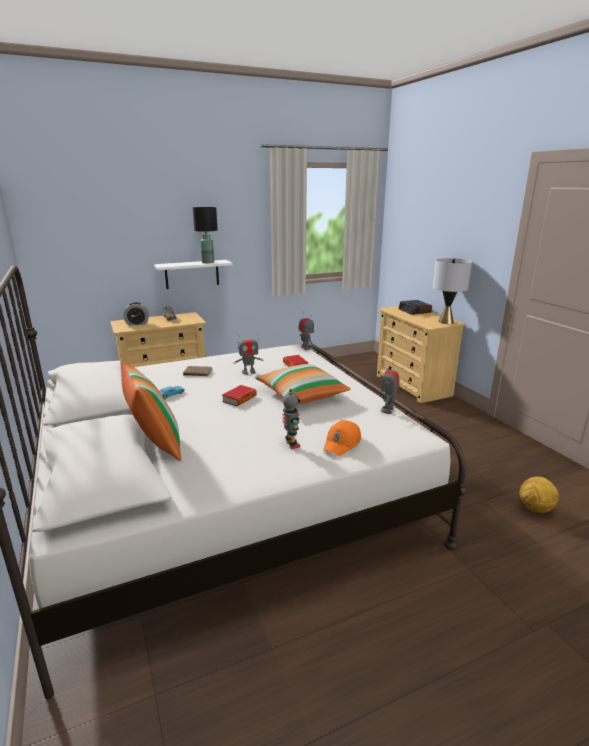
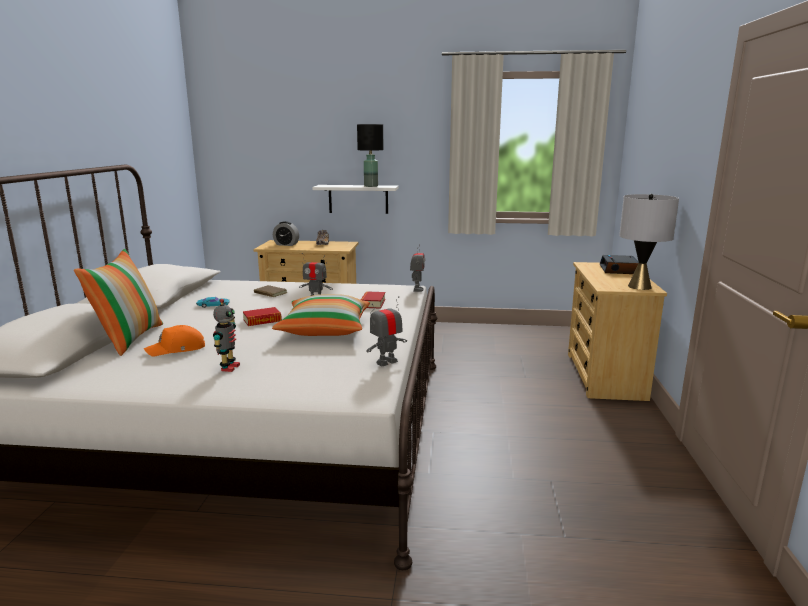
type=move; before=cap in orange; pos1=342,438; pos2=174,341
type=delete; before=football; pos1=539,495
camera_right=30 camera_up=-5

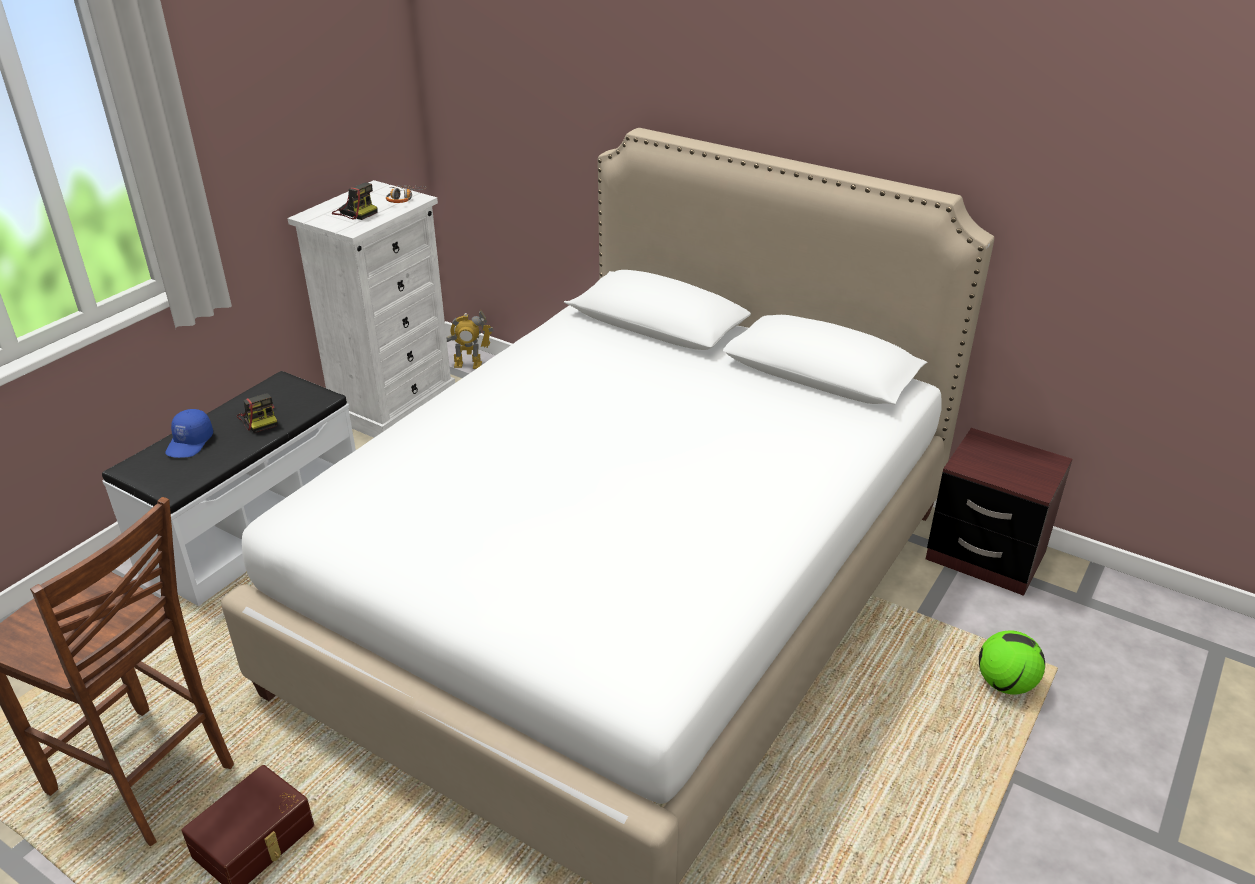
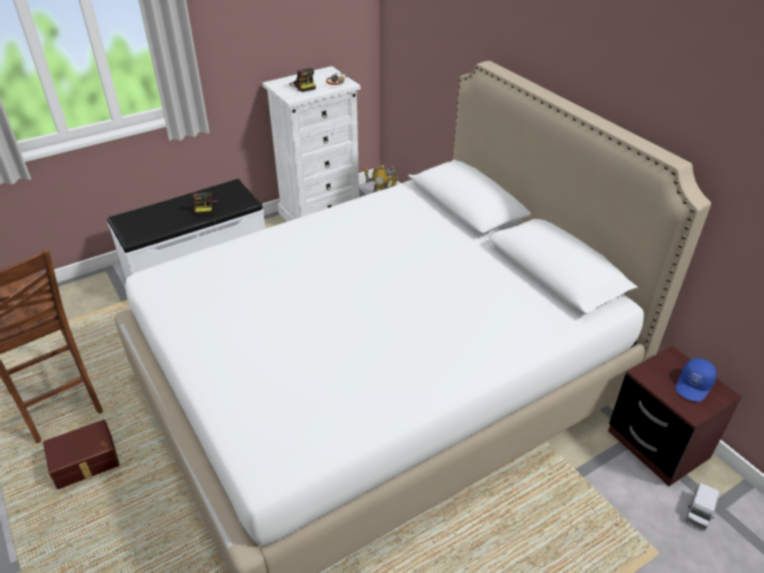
type=move; before=cap in blue; pos1=189,433; pos2=695,380
type=delete; before=football; pos1=1012,662
type=insert; after=toy truck; pos2=702,507
camera_right=25 camera_up=5

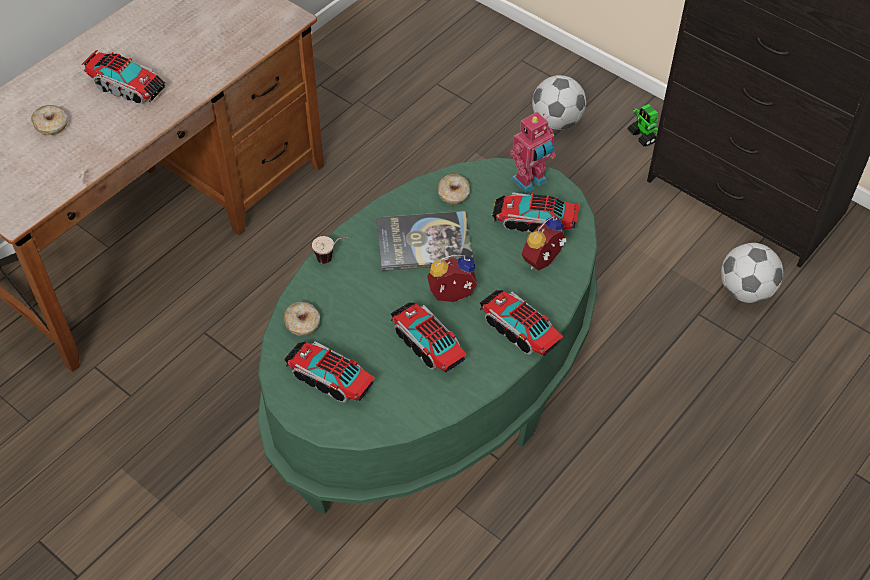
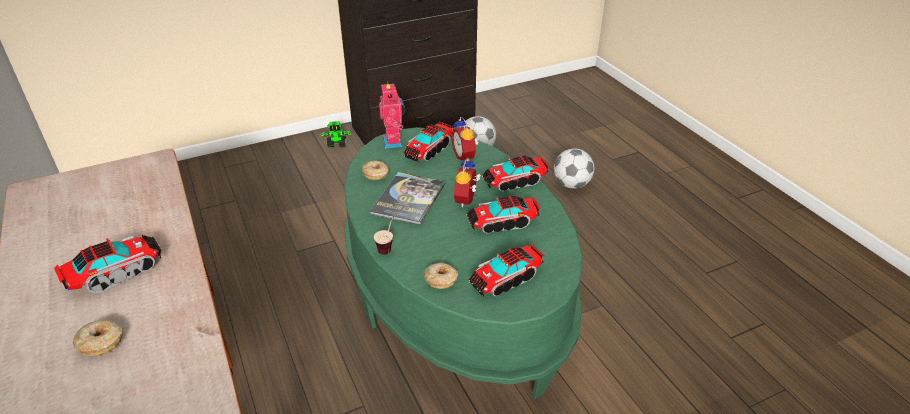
type=move; before=football; pos1=559,102; pos2=574,168
camera_right=-65 camera_up=-15

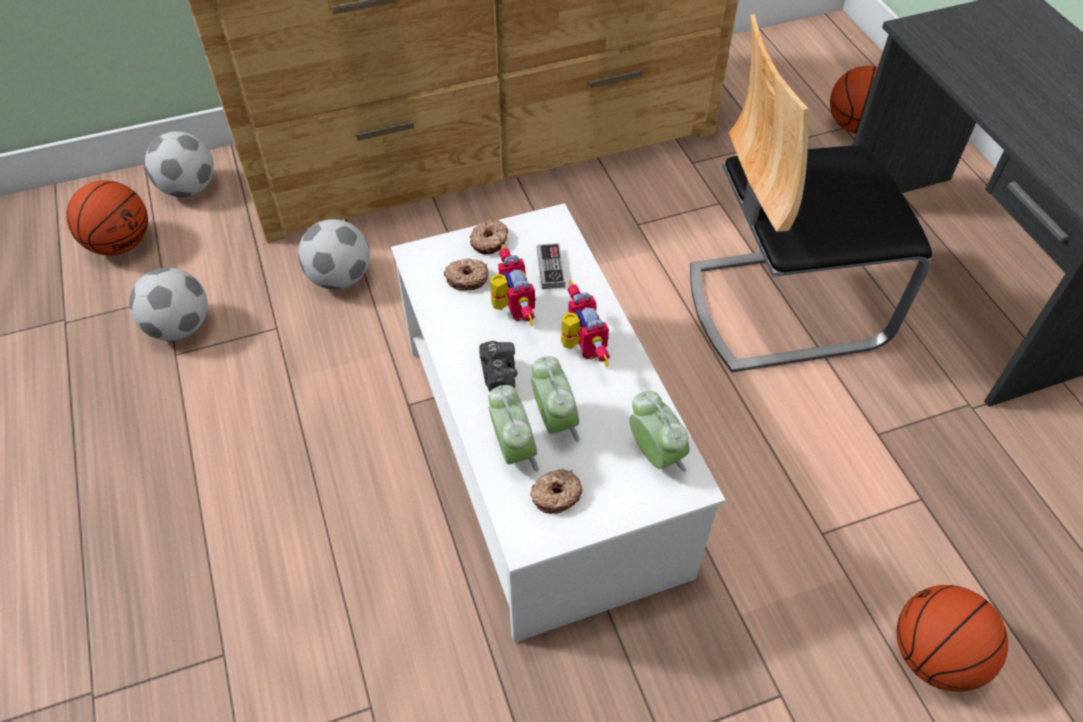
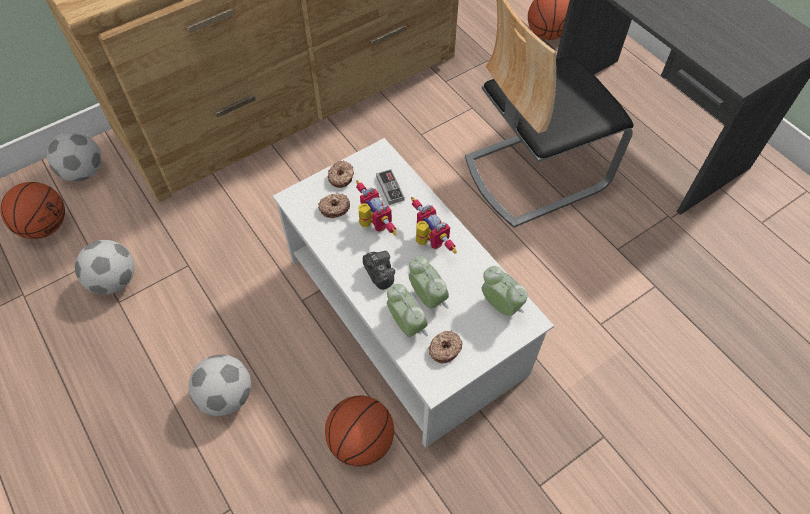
type=move; before=football; pos1=334,254; pos2=220,385
type=move; before=basketball; pos1=952,638; pos2=359,431
camera_right=-15 camera_up=5

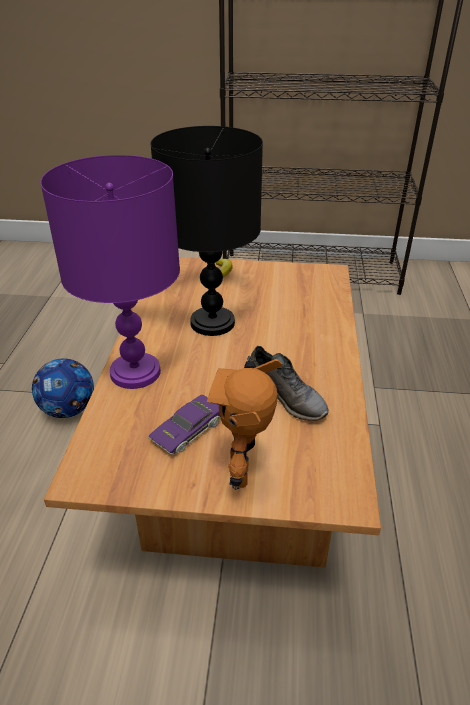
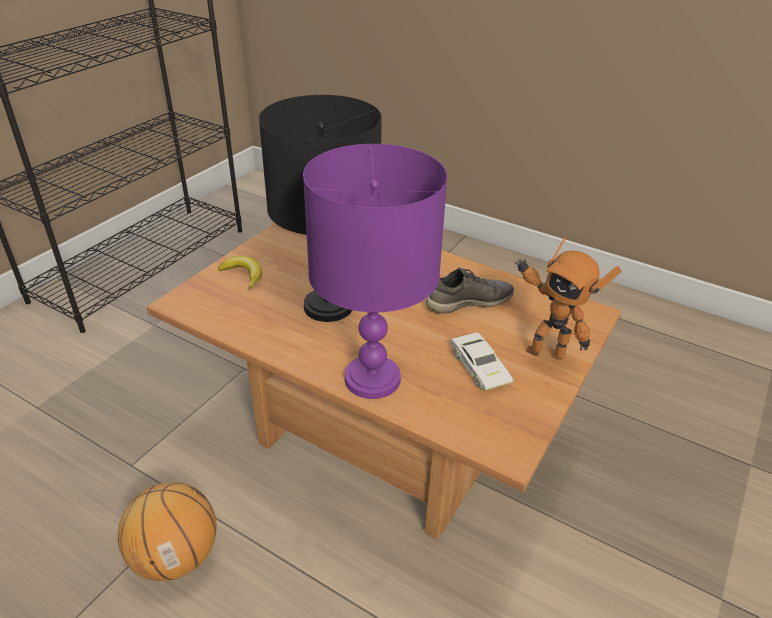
type=replace; before=football; after=basketball; pos1=63,388; pos2=167,531
type=recolor; before=toy car in purple; after=toy car in white; pos1=184,425; pos2=482,361
camera_right=-65 camera_up=0

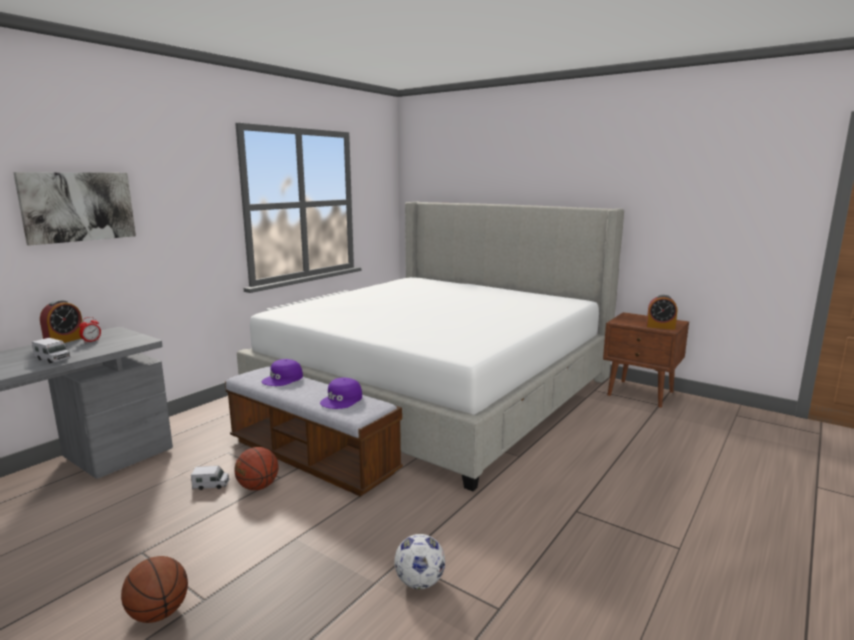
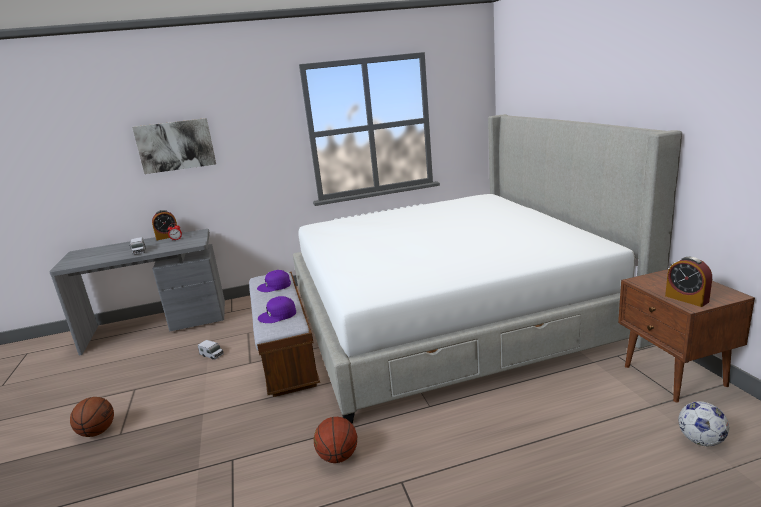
type=move; before=basketball; pos1=256,468; pos2=335,440
type=move; before=football; pos1=419,561; pos2=703,423
camera_right=40 camera_up=5

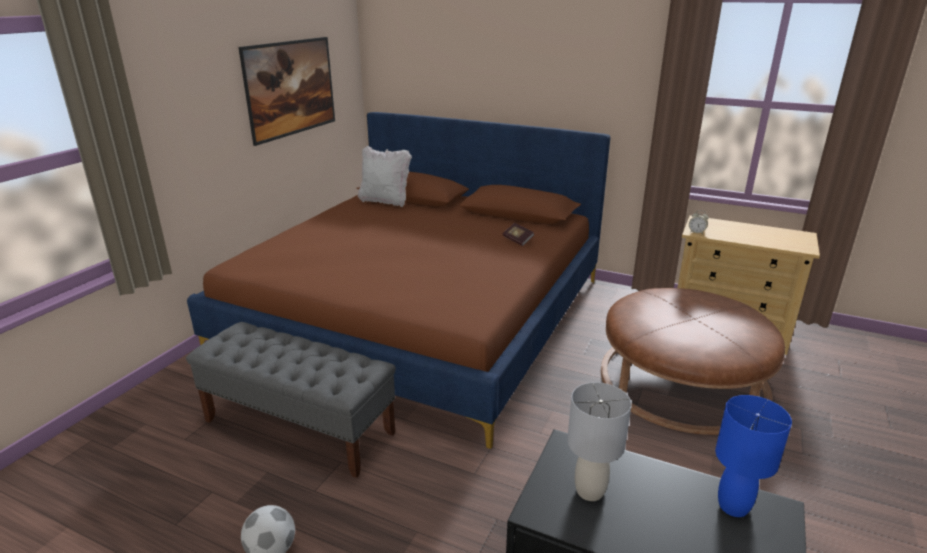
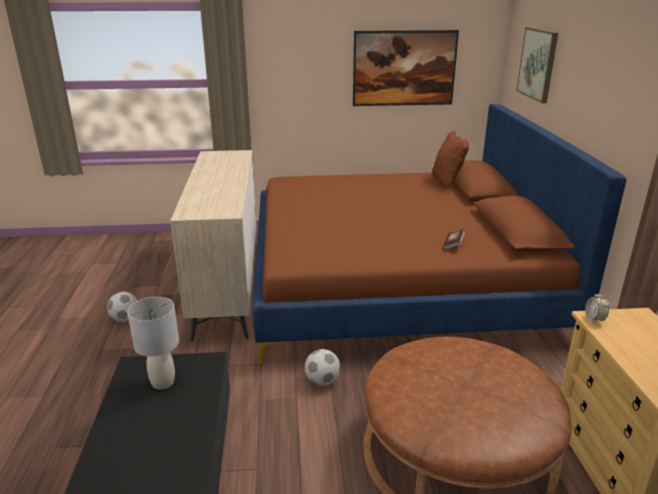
type=replace; before=bench in grey; after=dresser in beige; pos1=291,400; pos2=213,246
type=recolor; before=pillow in white; after=pillow in brown; pos1=385,176; pos2=450,159
type=delete; before=table lamp in blue; pos1=753,456
type=insert; after=football; pos2=322,367
type=insert; after=picture; pos2=537,65
camera_right=60 camera_up=0

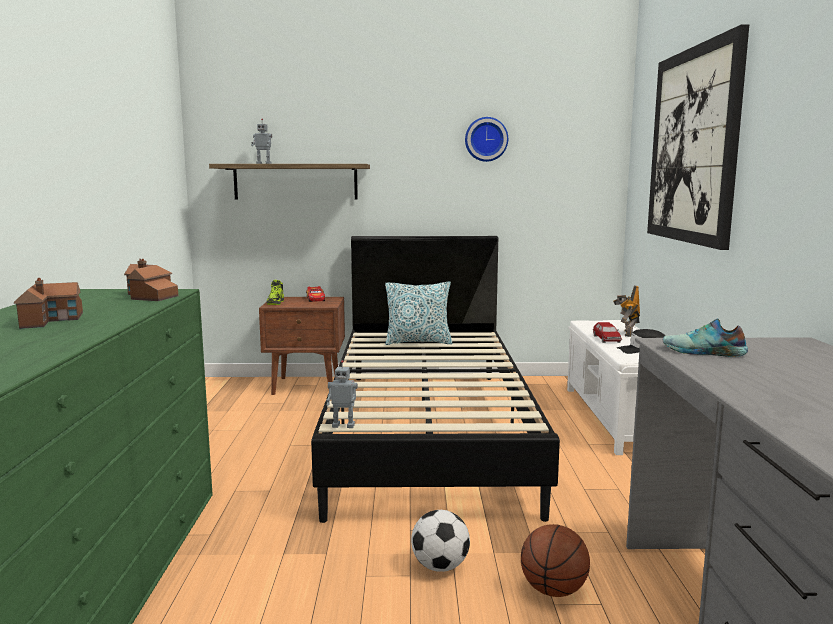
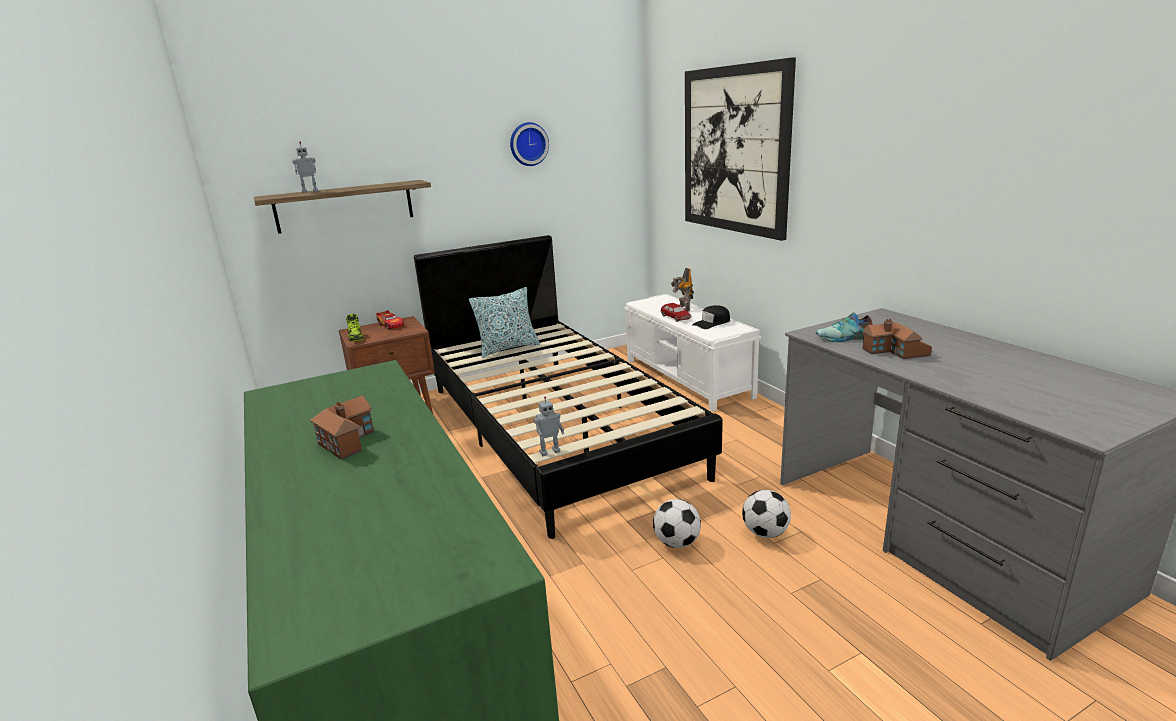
type=move; before=toy house; pos1=151,280; pos2=897,339
type=replace; before=basketball; after=football; pos1=555,560; pos2=766,514
camera_right=-25 camera_up=10

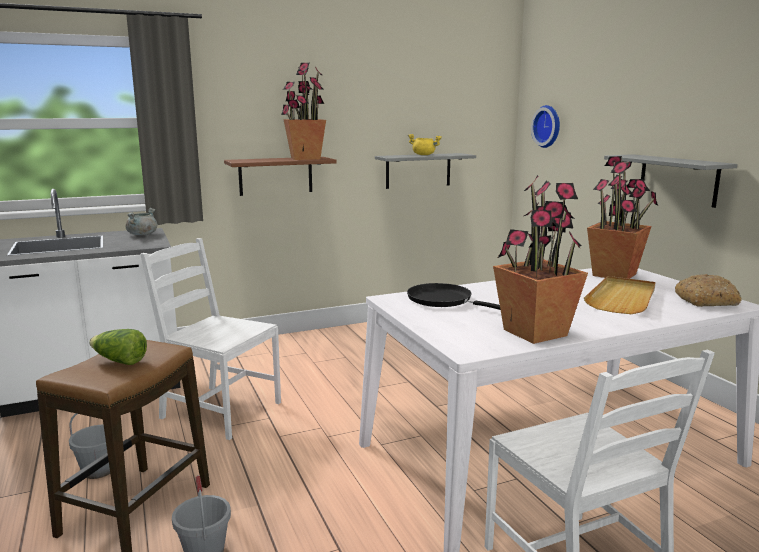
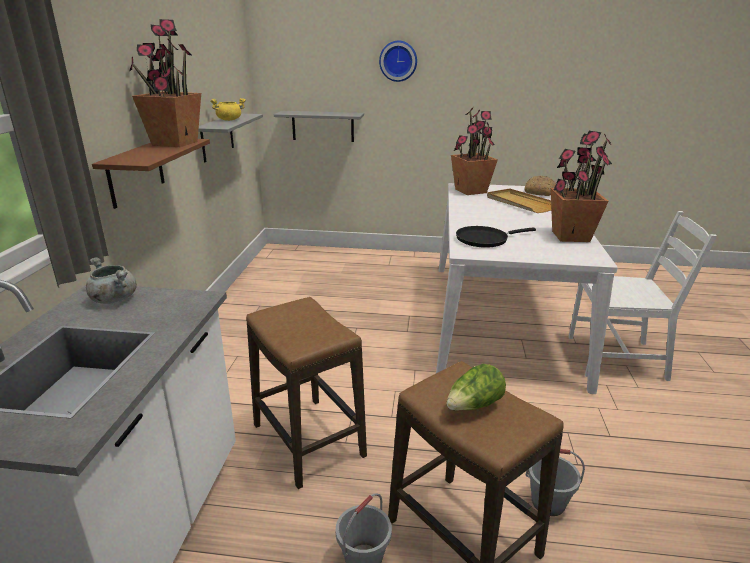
type=replace; before=chair in white; after=stool; pos1=210,339; pos2=306,393
type=move; before=wall clock; pos1=545,126; pos2=398,61
type=move; before=shelf in grey; pos1=671,181; pos2=319,126
camera_right=-60 camera_up=10

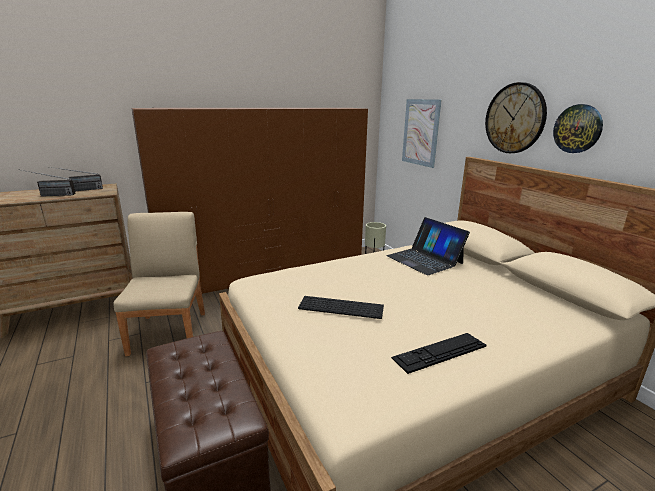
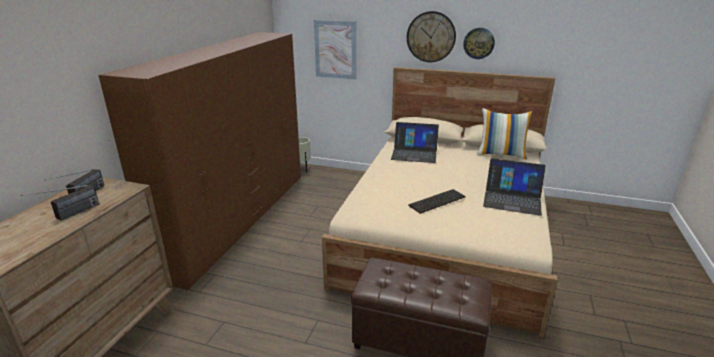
type=delete; before=chair in beige; pos1=159,284
type=replace; before=keyboard; after=laptop; pos1=438,353; pos2=514,187
type=insert; after=pillow; pos2=505,133
camera_right=-45 camera_up=5

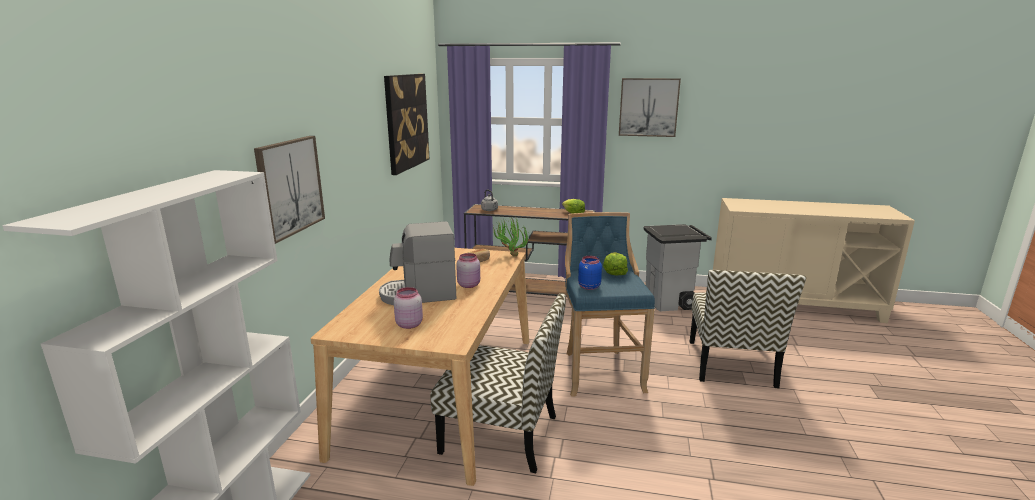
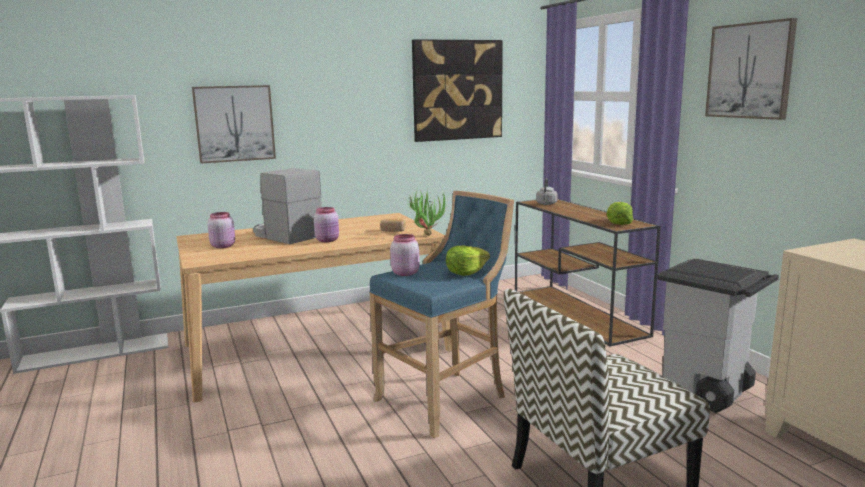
type=delete; before=chair; pos1=498,383
type=recolor; before=jar in blue; after=jar in pink; pos1=590,273; pos2=405,255
camera_right=55 camera_up=-5

